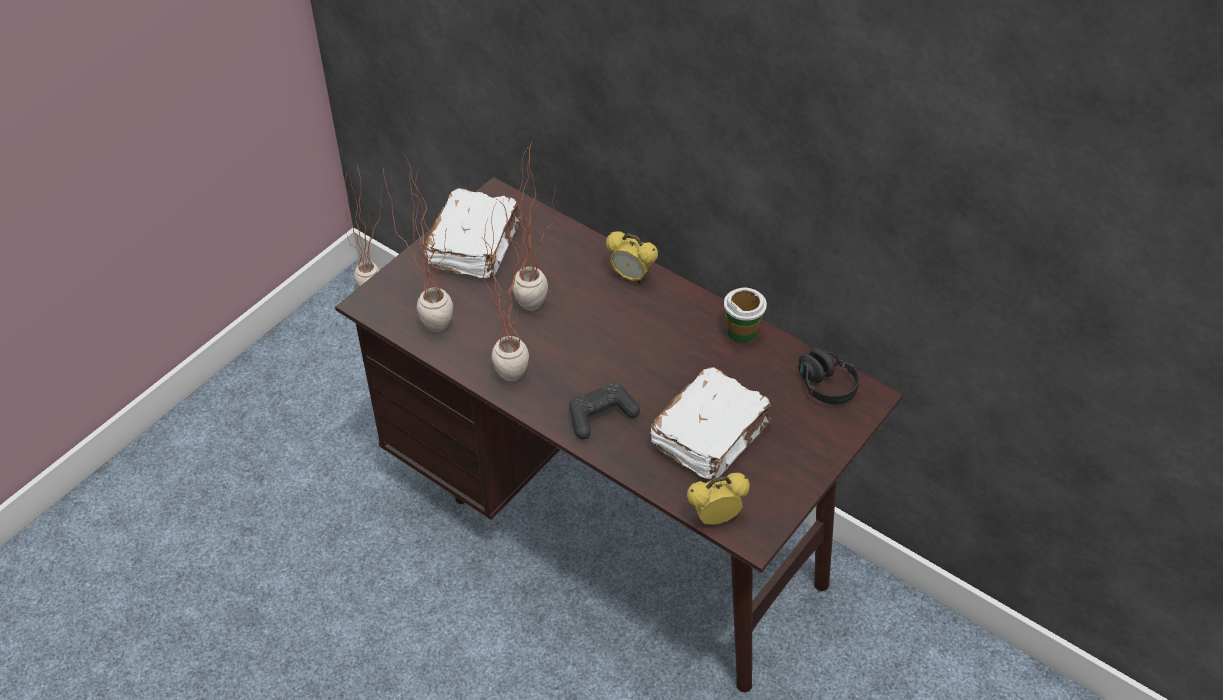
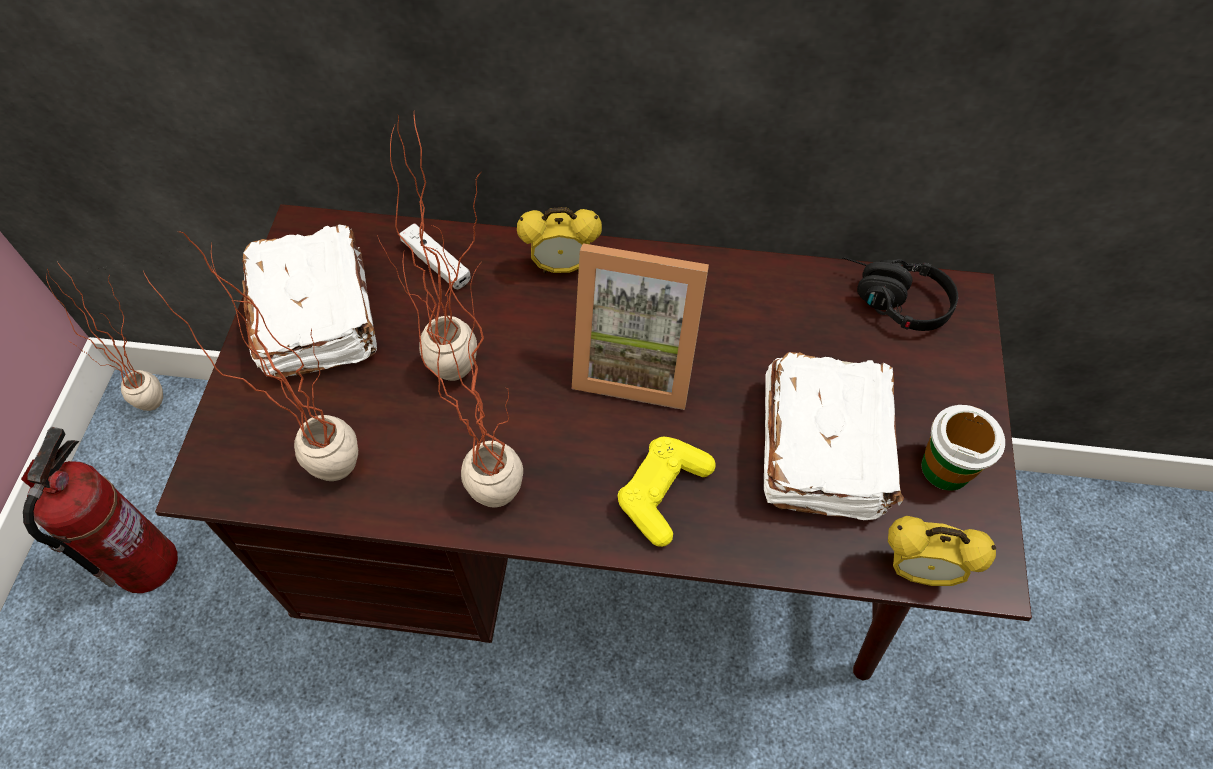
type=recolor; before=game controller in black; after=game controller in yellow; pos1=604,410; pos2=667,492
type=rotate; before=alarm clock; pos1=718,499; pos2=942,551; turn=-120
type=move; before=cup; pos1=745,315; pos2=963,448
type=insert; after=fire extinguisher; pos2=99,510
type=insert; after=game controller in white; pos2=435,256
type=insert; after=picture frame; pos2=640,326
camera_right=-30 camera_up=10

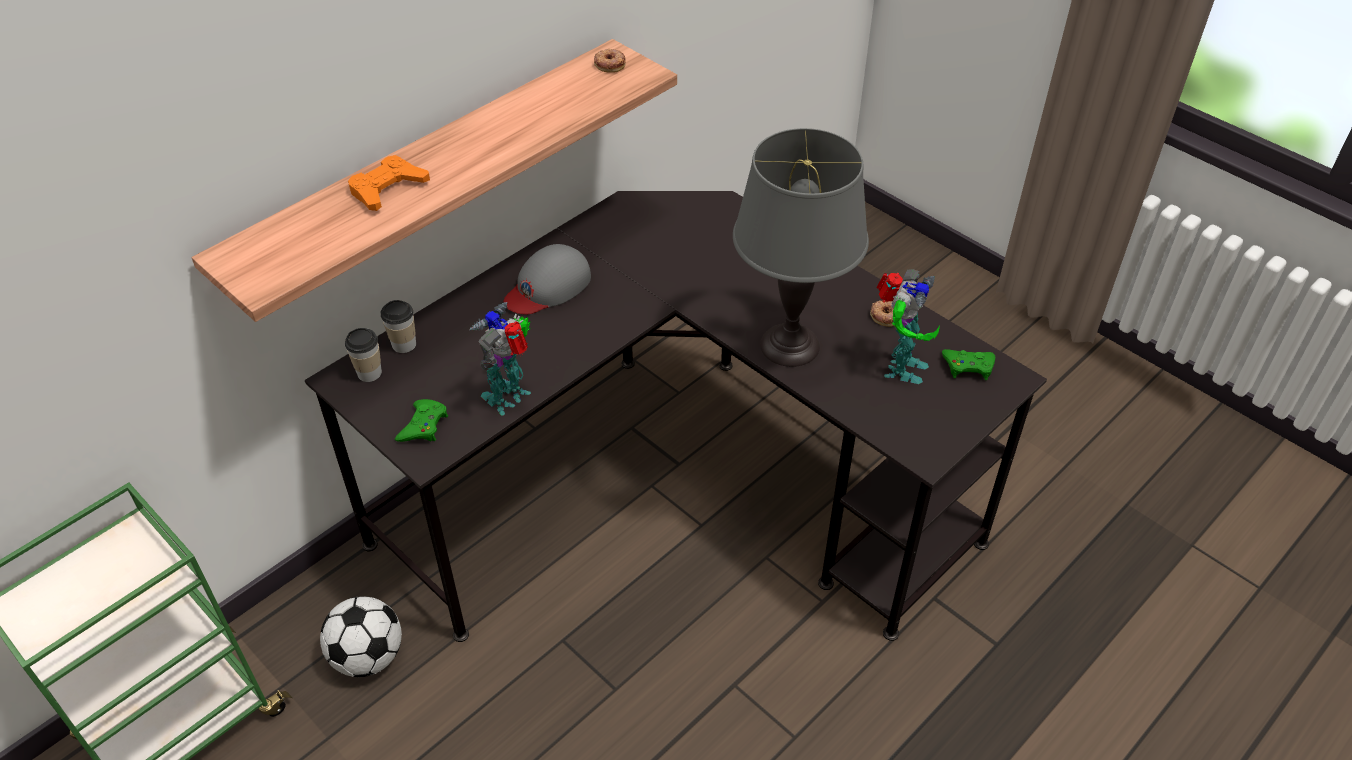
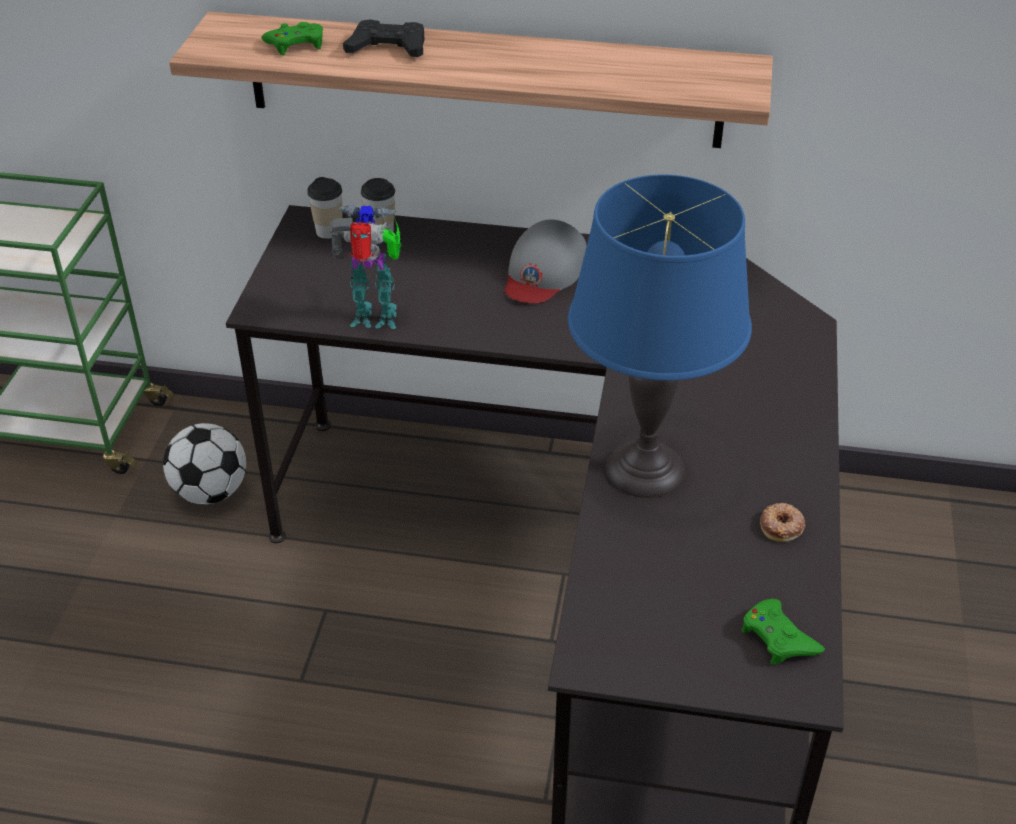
type=recolor; before=game controller in orange; after=game controller in black; pos1=389,183; pos2=383,38
type=move; before=game controller in green; pos1=421,420; pos2=292,38
type=rotate; before=cap in grey; pos1=547,279; pos2=546,261; turn=-75
type=delete; before=donut; pos1=610,61
type=recolor; before=table lamp in grey; after=table lamp in blue; pos1=801,247; pos2=660,336
type=delete; before=toy robot; pos1=908,326
camera_right=55 camera_up=-5

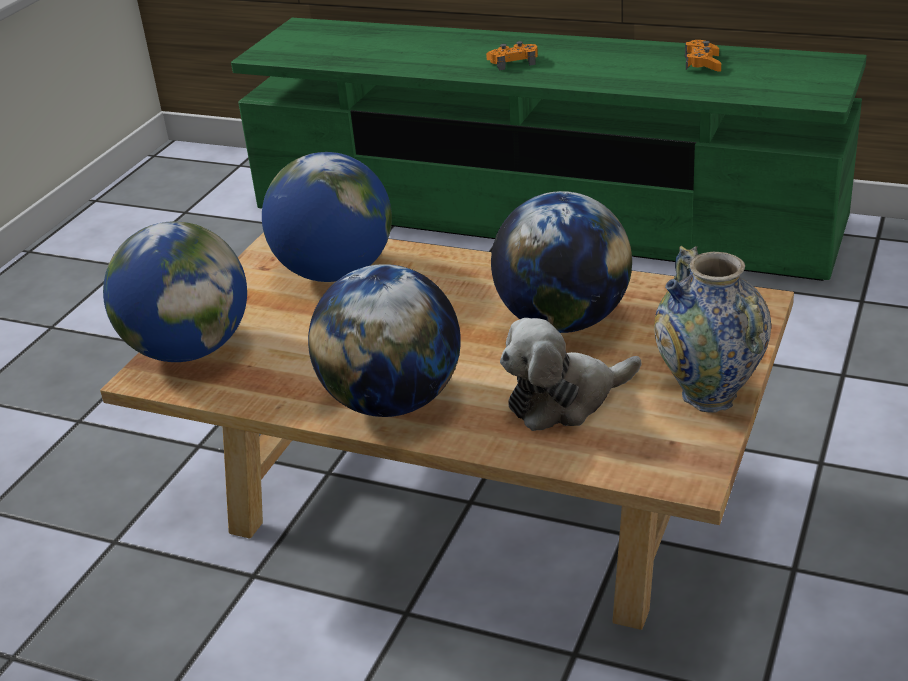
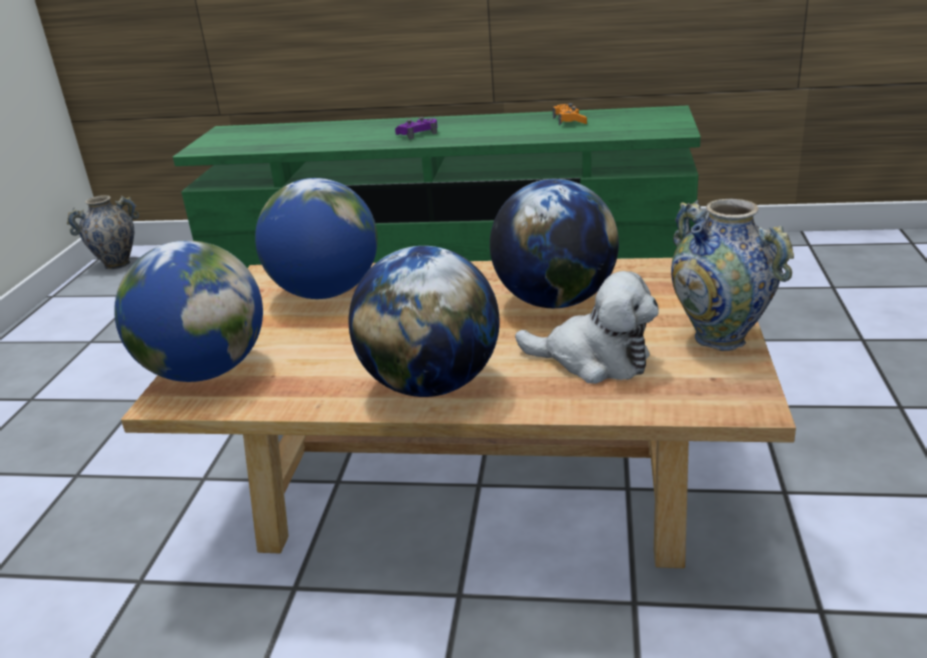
type=recolor; before=game controller in orange; after=game controller in purple; pos1=512,55; pos2=416,128
type=rotate; before=plush toy; pos1=570,374; pos2=587,327; turn=-120
type=insert; after=vase; pos2=103,232
camera_right=-15 camera_up=-5

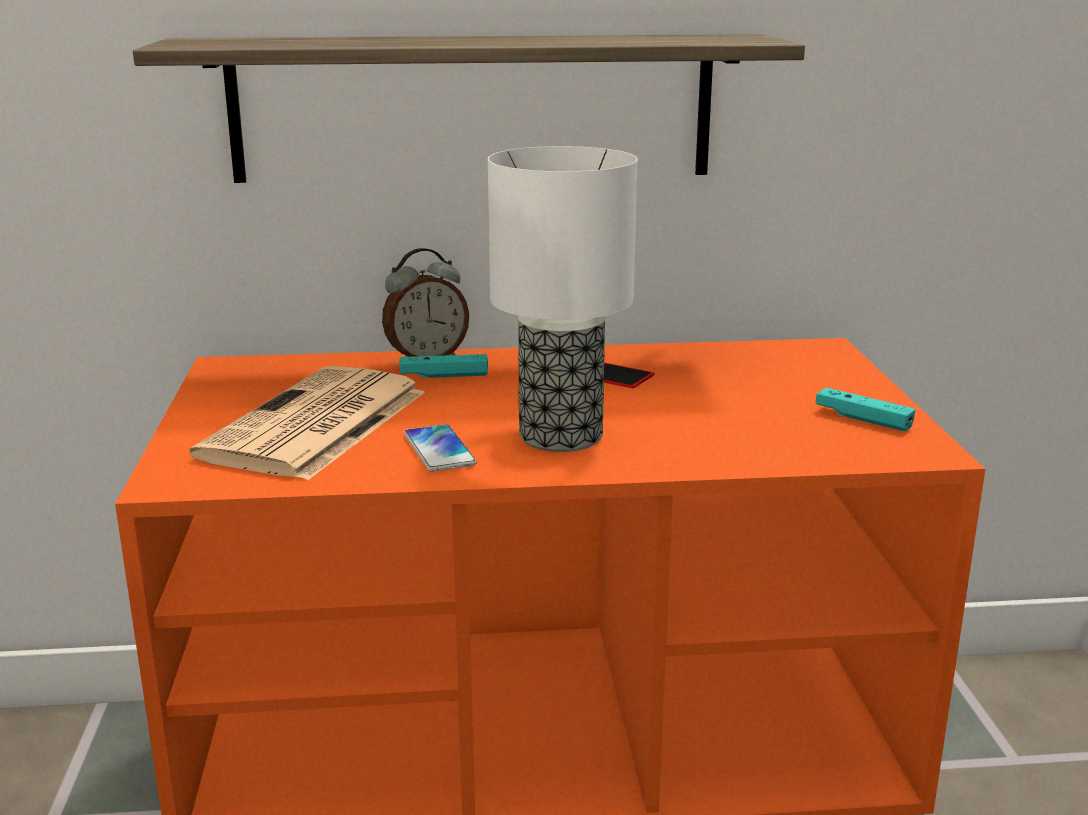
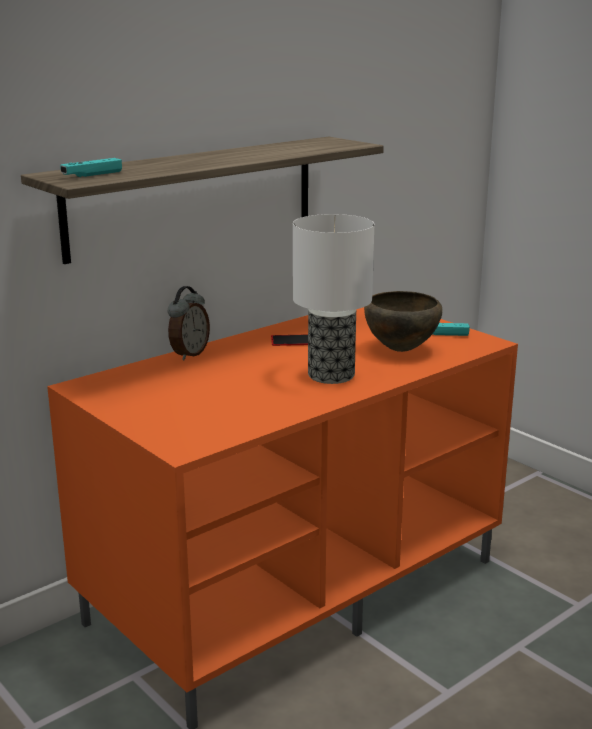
type=delete; before=newspaper; pos1=307,423
type=move; before=game controller in turquoise; pos1=443,366; pos2=91,167
type=delete; before=phone; pos1=440,448
type=insert; after=bowl in brown; pos2=403,321
camera_right=-35 camera_up=0

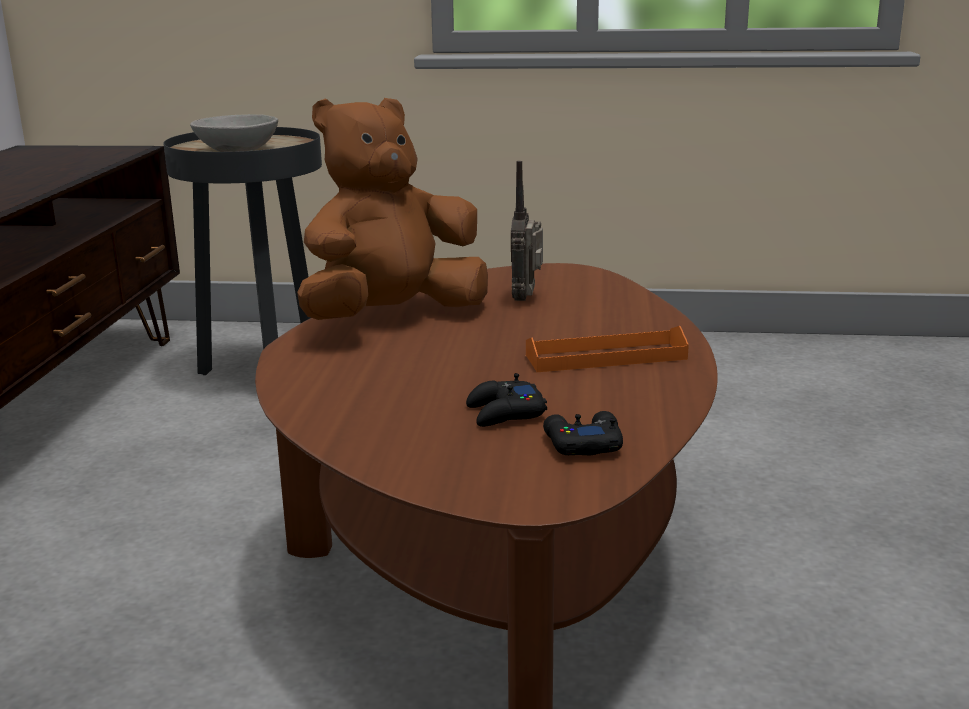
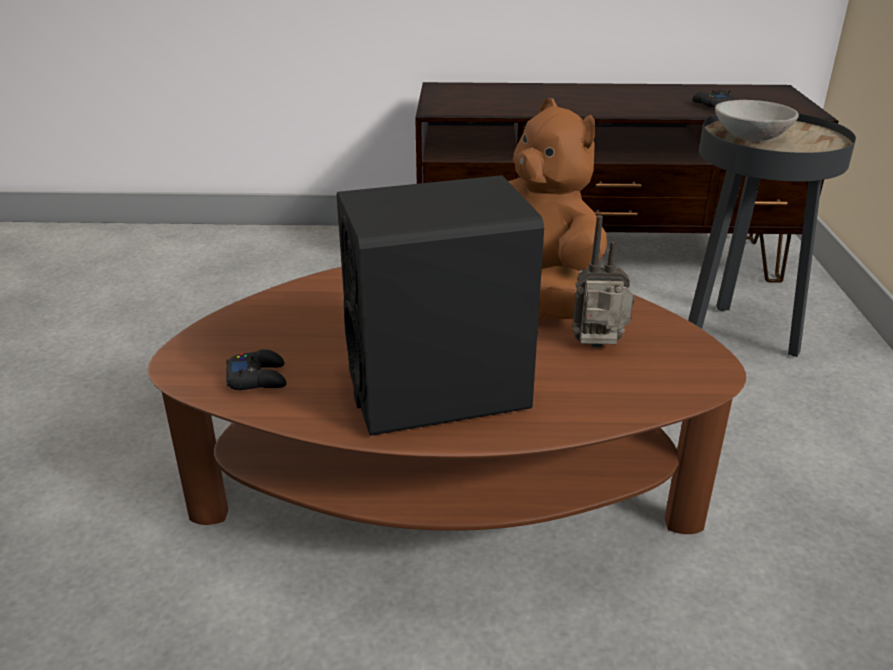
type=move; before=game controller in black; pos1=506,400; pos2=713,98
type=replace; before=tray in orange; after=speaker in black; pos1=607,349; pos2=440,305
camera_right=85 camera_up=10

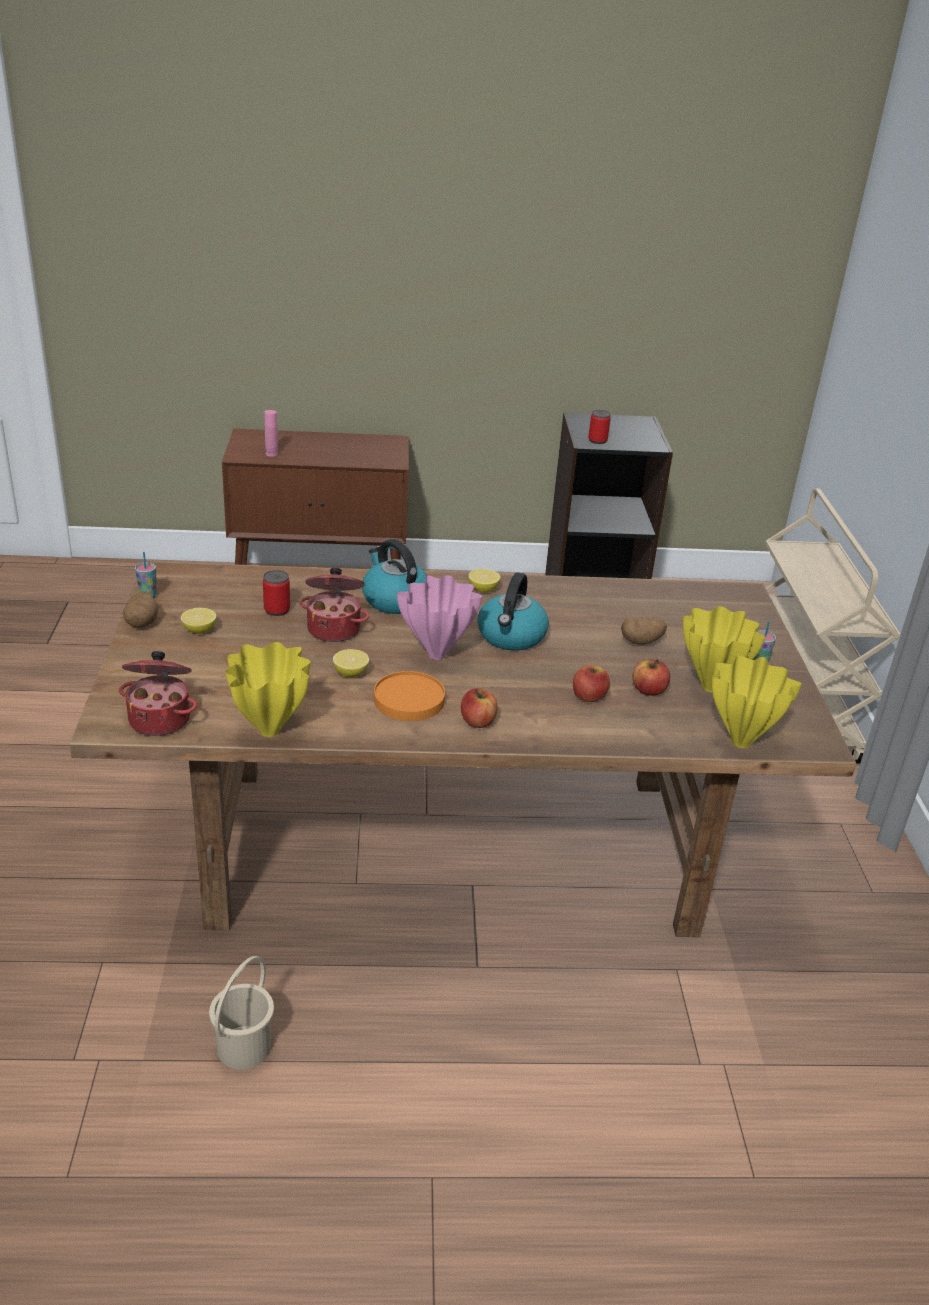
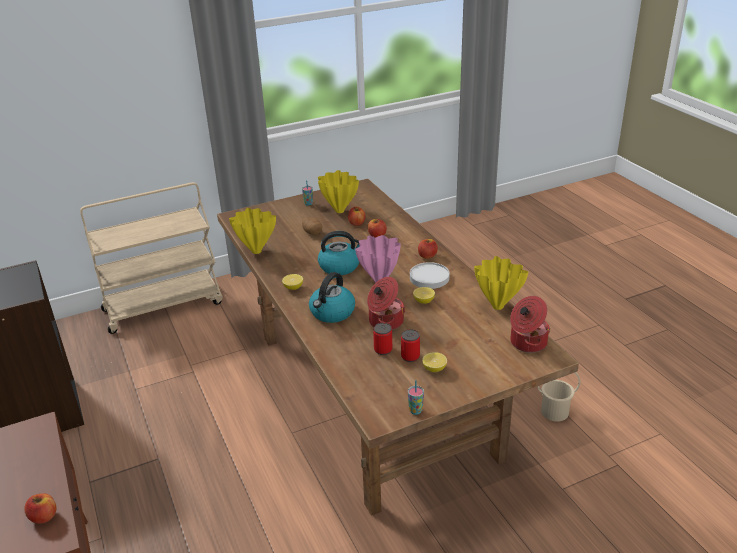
type=delete; before=potato; pos1=140,609
type=replace; before=bottle in pink; after=apple; pos1=271,433; pos2=40,508
type=recolor; before=plate in orange; after=plate in white; pos1=409,696; pos2=430,275
type=move; before=can; pos1=599,427; pos2=410,345
type=move; before=vase in yellow; pos1=757,702; pos2=252,231
camera_right=-110 camera_up=0

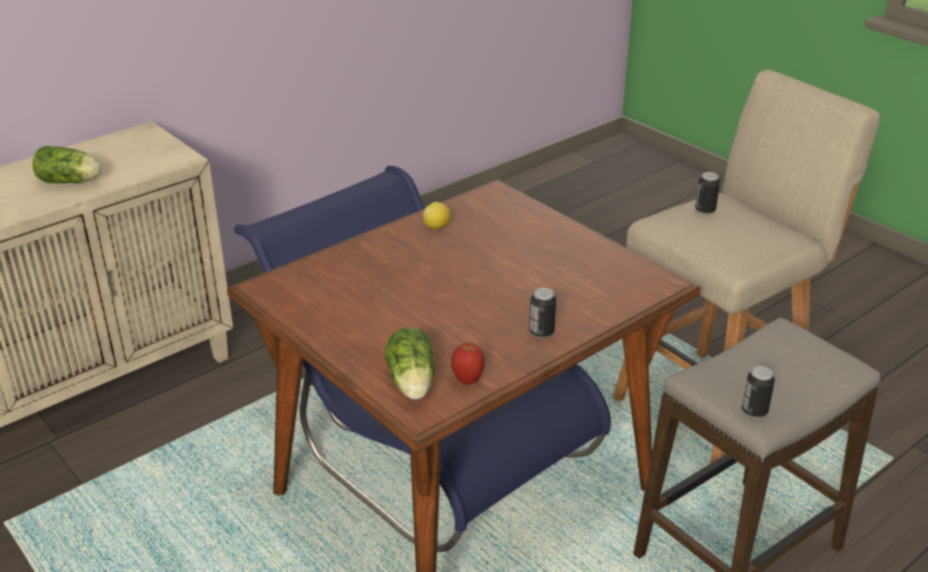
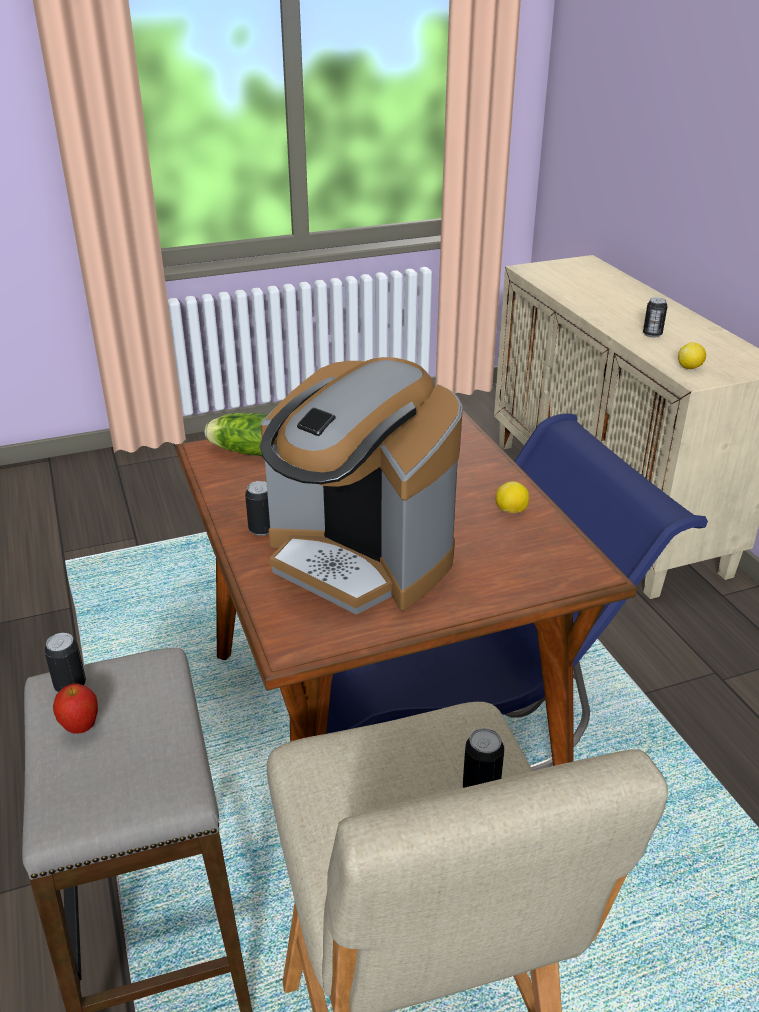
type=replace; before=lettuce; after=can; pos1=67,164; pos2=655,317
type=move; before=apple; pos1=468,364; pos2=75,708
type=insert; after=coffee machine; pos2=361,486
type=insert; after=lemon; pos2=692,355
camera_right=110 camera_up=0

